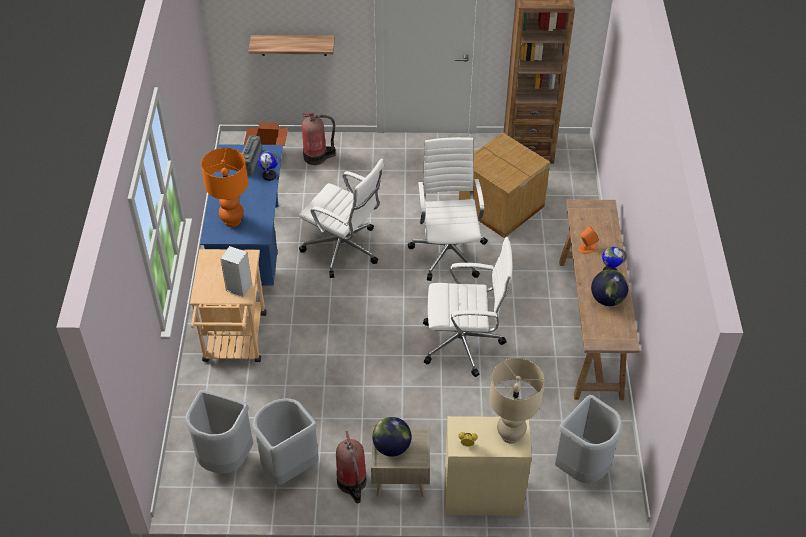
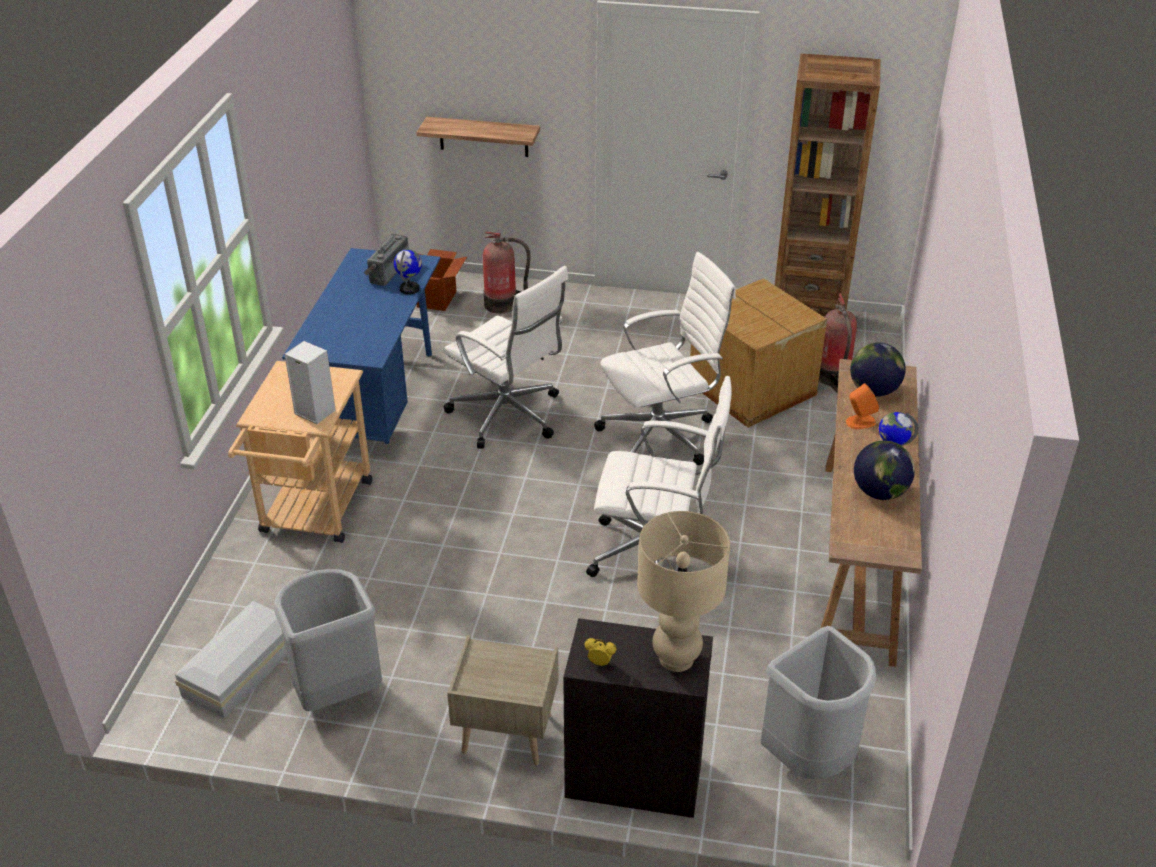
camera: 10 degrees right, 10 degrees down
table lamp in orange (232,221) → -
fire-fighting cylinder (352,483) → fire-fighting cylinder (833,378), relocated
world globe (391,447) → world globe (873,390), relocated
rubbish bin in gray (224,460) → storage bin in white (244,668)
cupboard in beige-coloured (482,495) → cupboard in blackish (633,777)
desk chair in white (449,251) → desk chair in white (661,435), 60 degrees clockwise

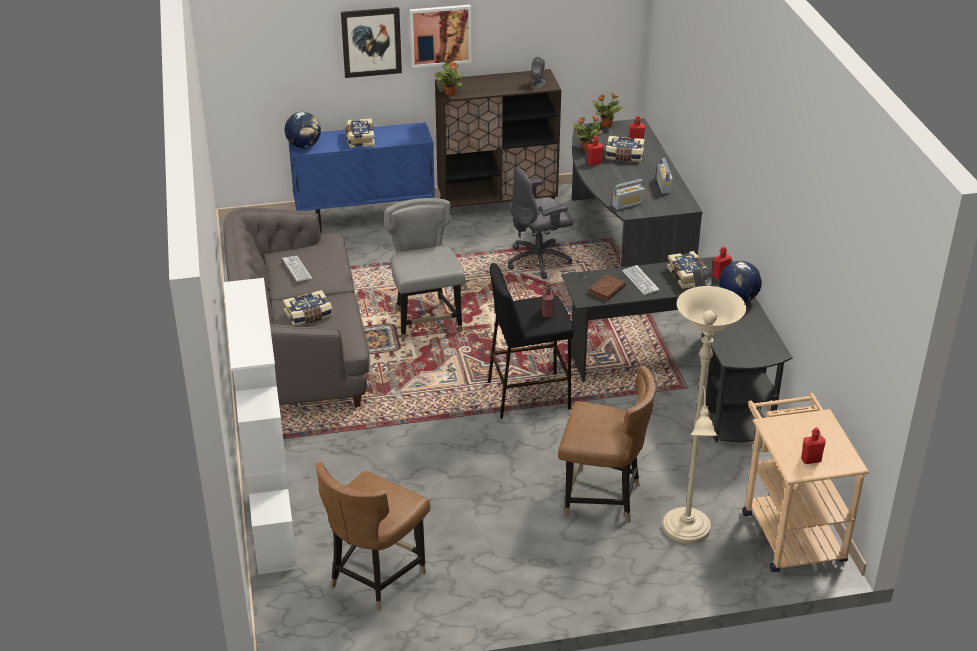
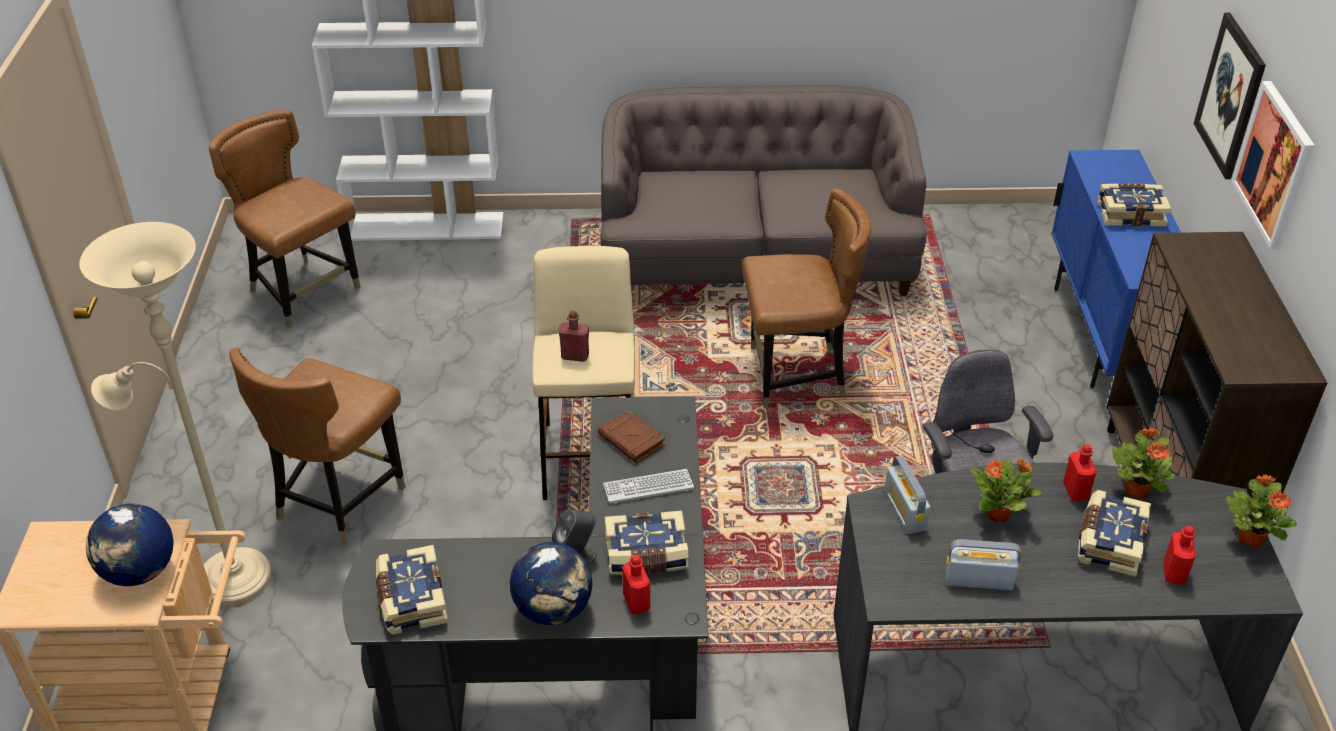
camera: 100 degrees right, 5 degrees up
computer keyboard (297,269) → -
speaker in gray (537,84) → -
beverage bottle in red (811,460) → -
book (308,315) → book (411,600), relocated
world globe (304,145) → world globe (139,572), relocated
houseplant (450,93) → houseplant (999,514), relocated
plain chair in gray (426,322) → plain chair in brownish (796,375)
stool in blackish (528,395) → stool in beige-coloured (589,458)

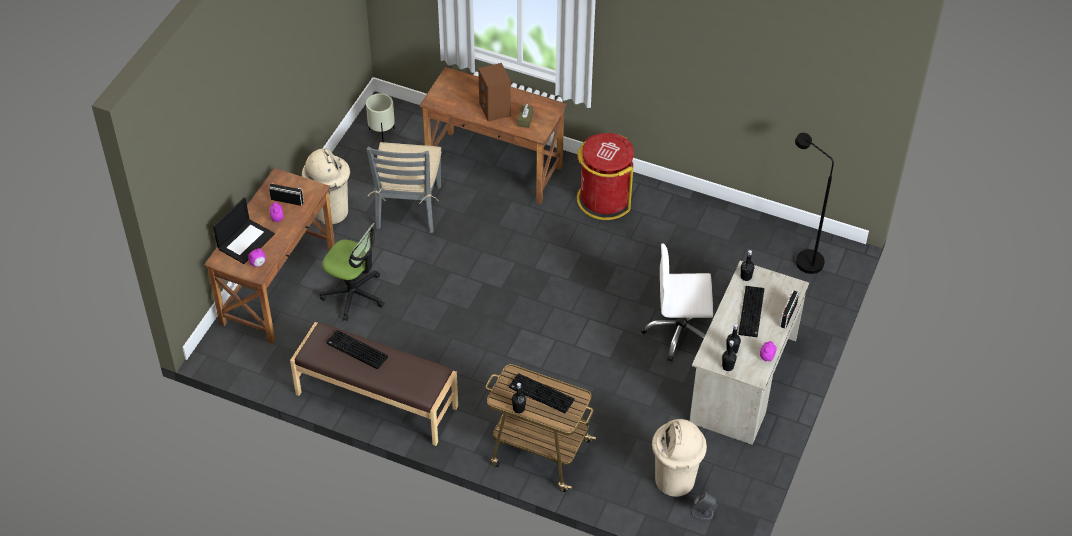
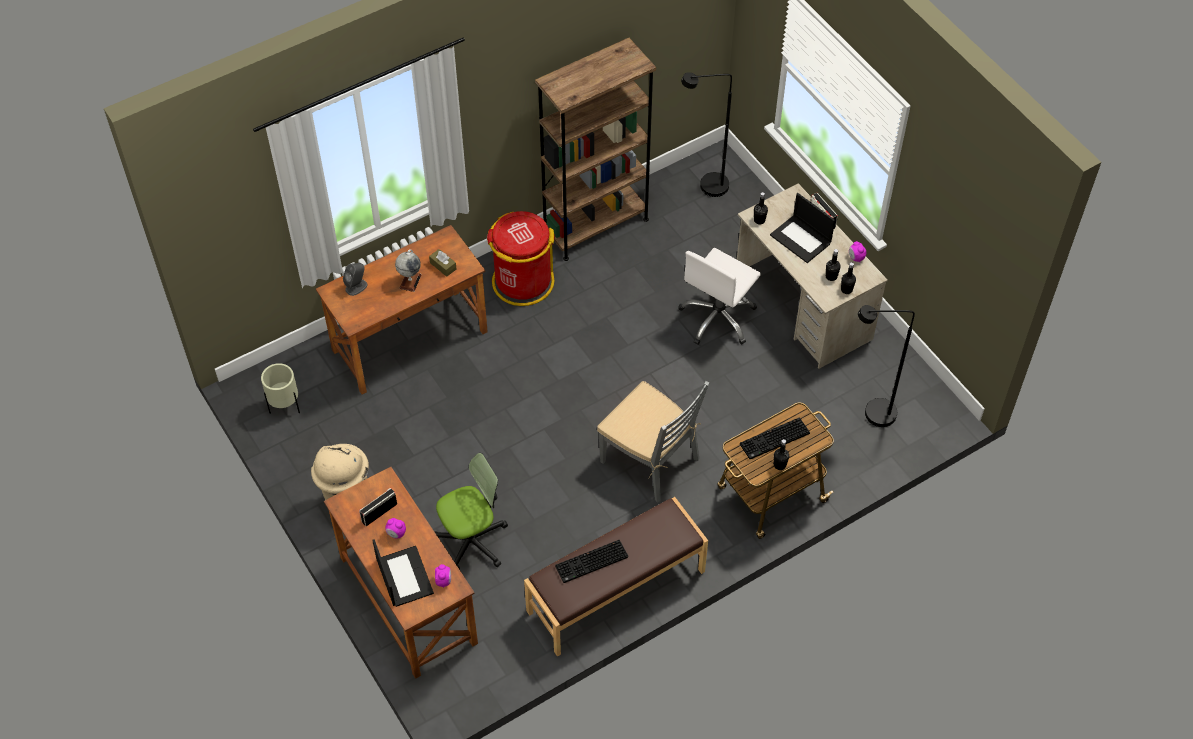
camera: 55 degrees left, 5 degrees up
- → bookshelf in brownish (595,226)
plain chair in gray (408,207) → plain chair in gray (650,460), relocated
speaker in gray (702,512) → speaker in gray (356,287), relocated
speaker in brownish (495,110) → world globe (410,281)
rubbish bin in beige-coloured (674,481) → floor lamp in blackish (871,415)
computer keyboard (752,312) → notebook computer (801,239)

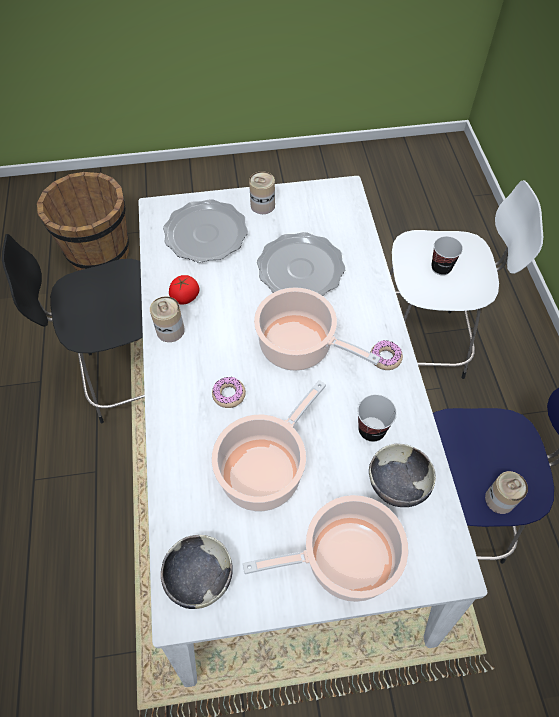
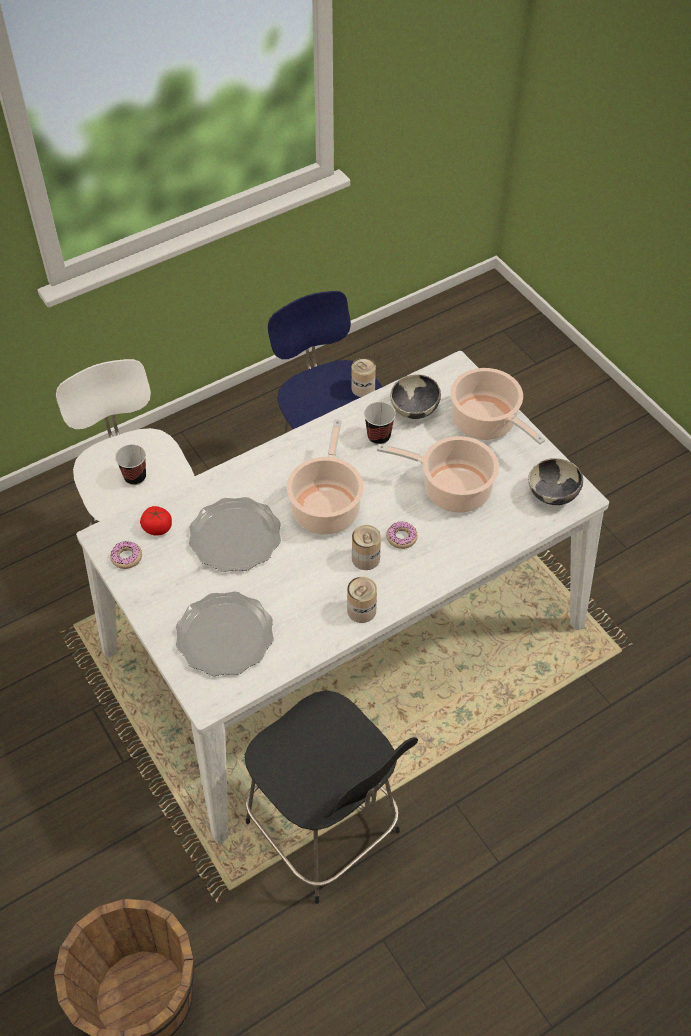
camera: 115 degrees left, 5 degrees down
fresh tomato (185,297) → fresh tomato (158,528), relocated
sealed can (262,205) → sealed can (365,558), relocated
ring doughnut (385,358) → ring doughnut (126,557), relocated

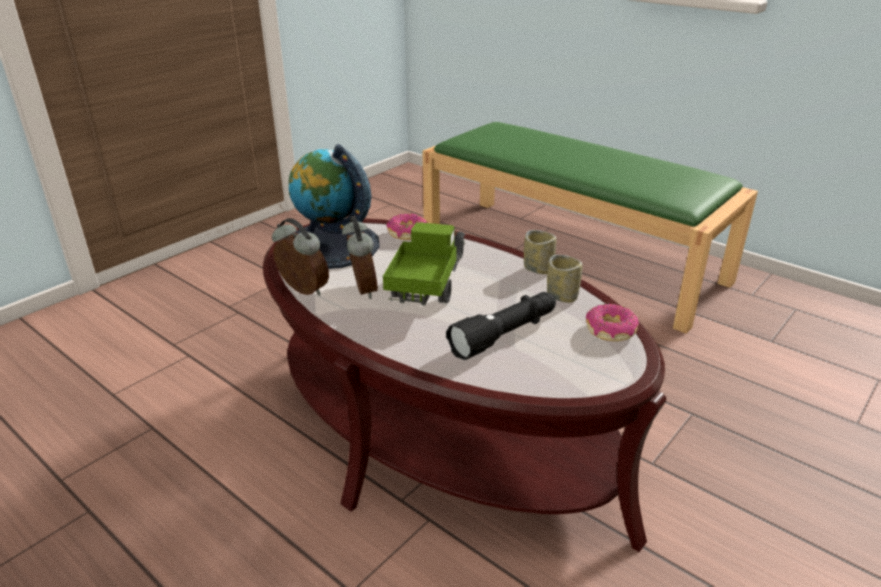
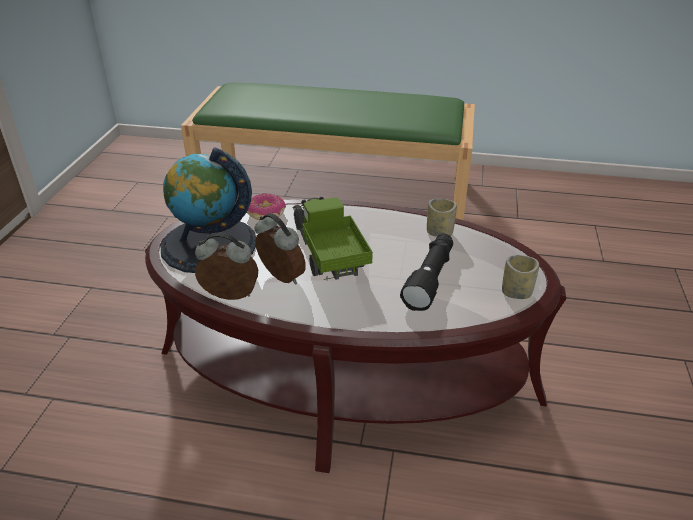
camera: 30 degrees left, 5 degrees up
ring doughnut (610,330) → -
cup (538,269) → cup (516,292), relocated

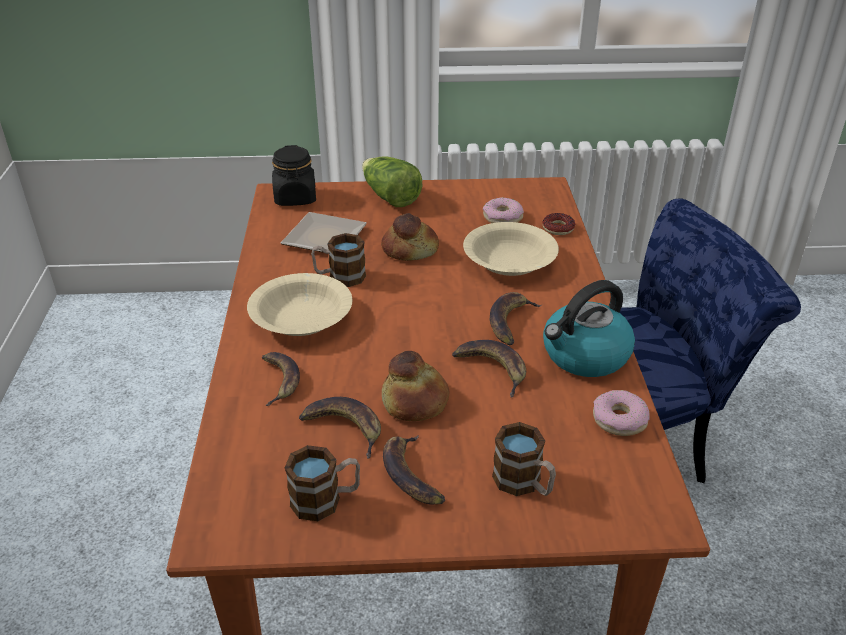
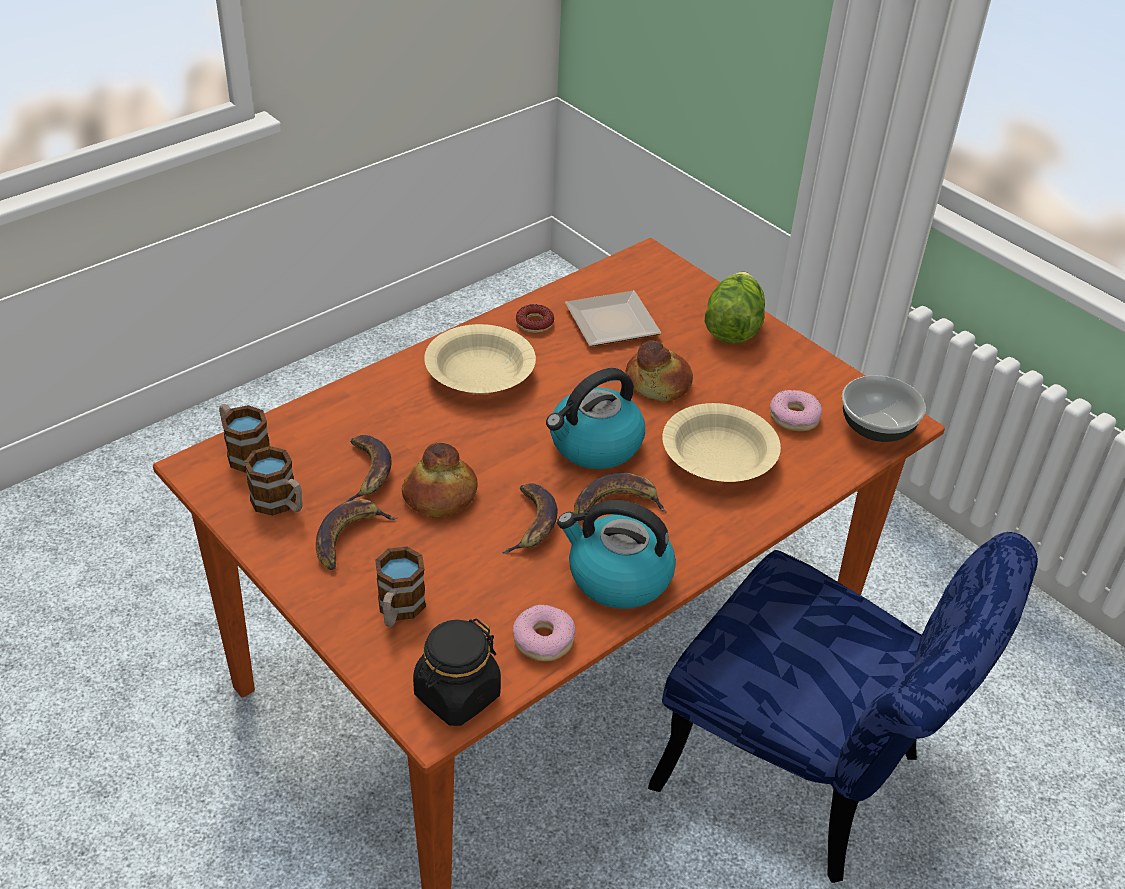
camera: 50 degrees right, 5 degrees up
whole banana (279,379) → -
- → kettle (594,445)
- → bowl (875,429)
jar in blackish (295,198) → jar in blackish (457,695), relocated
tea mug (340,277) → tea mug (244,452), relocated
ring doughnut (558,228) → ring doughnut (534,323), relocated

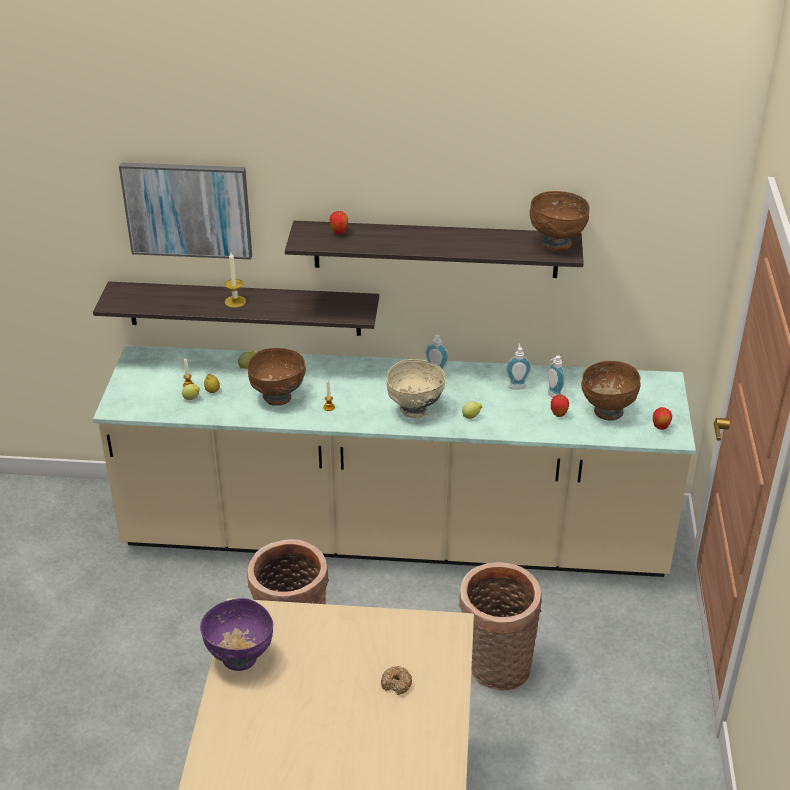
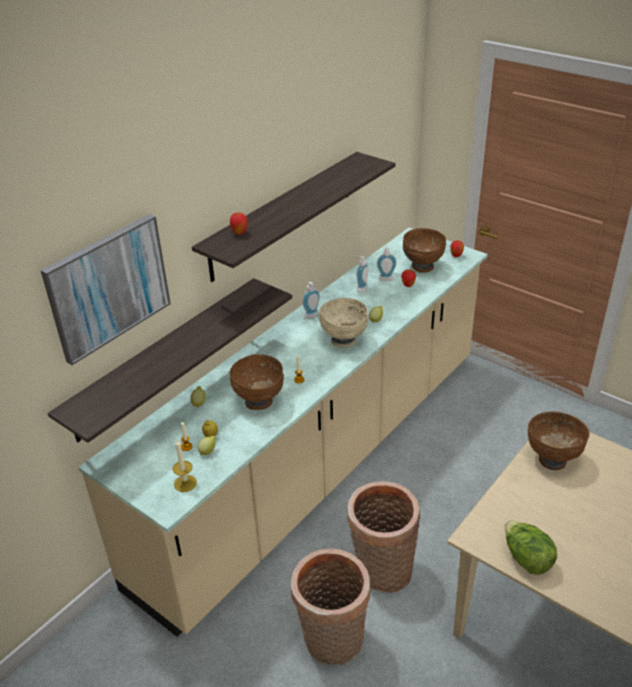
camera: 55 degrees left, 0 degrees up
ring doughnut (396,684) → -
candle (235,301) → candle (185,483), relocated
basket (495,667) → basket (332,643), relocated
bowl in brownish (556,244) → bowl in brownish (552,459), relocated
bowl in purple-coloured (240,658) → lettuce head (526,559)

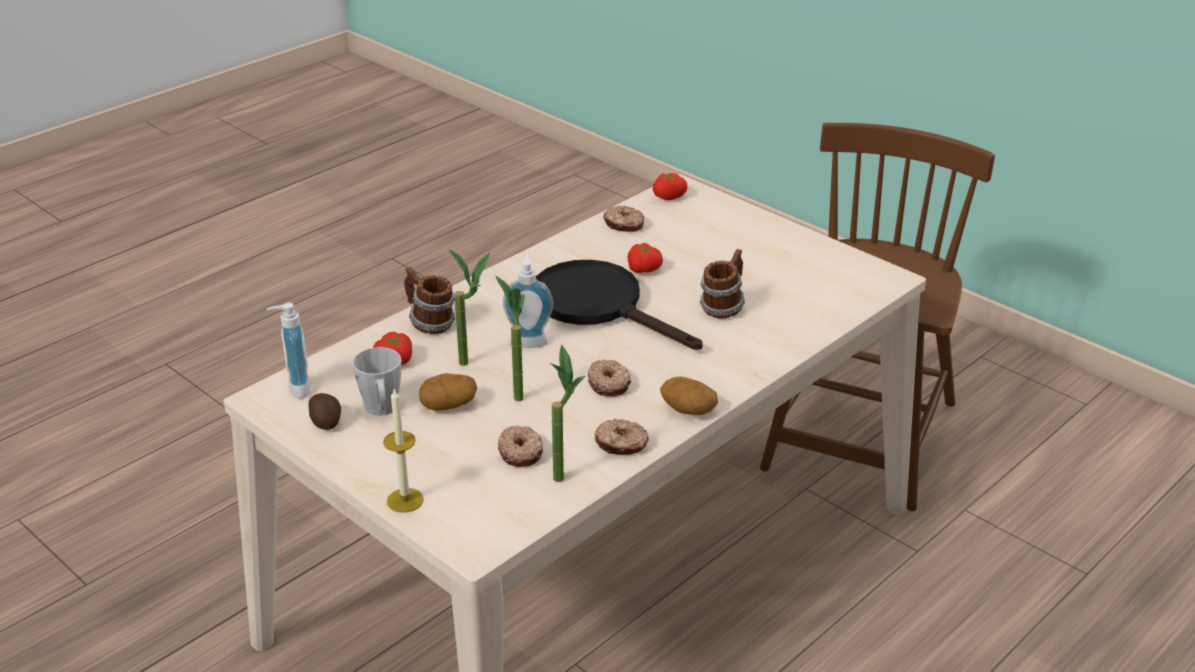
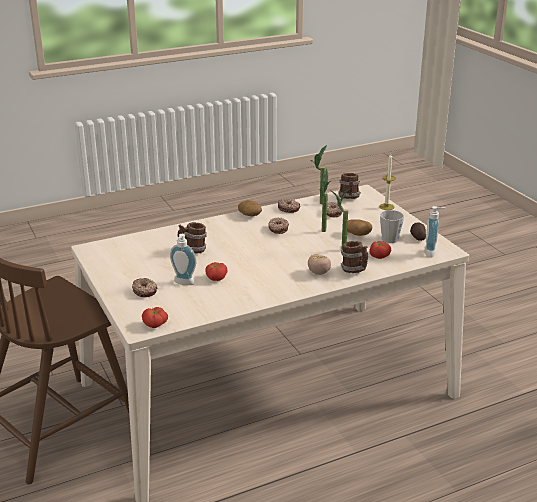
camera: 160 degrees left, 5 degrees down
pan in blackish (599,305) → -
- → fresh tomato (318,273)
- → tea mug (349,198)
liquid soap bottle (529,340) → liquid soap bottle (183,283), relocated
ring doughnut (624,225) → ring doughnut (145,291), relocated

